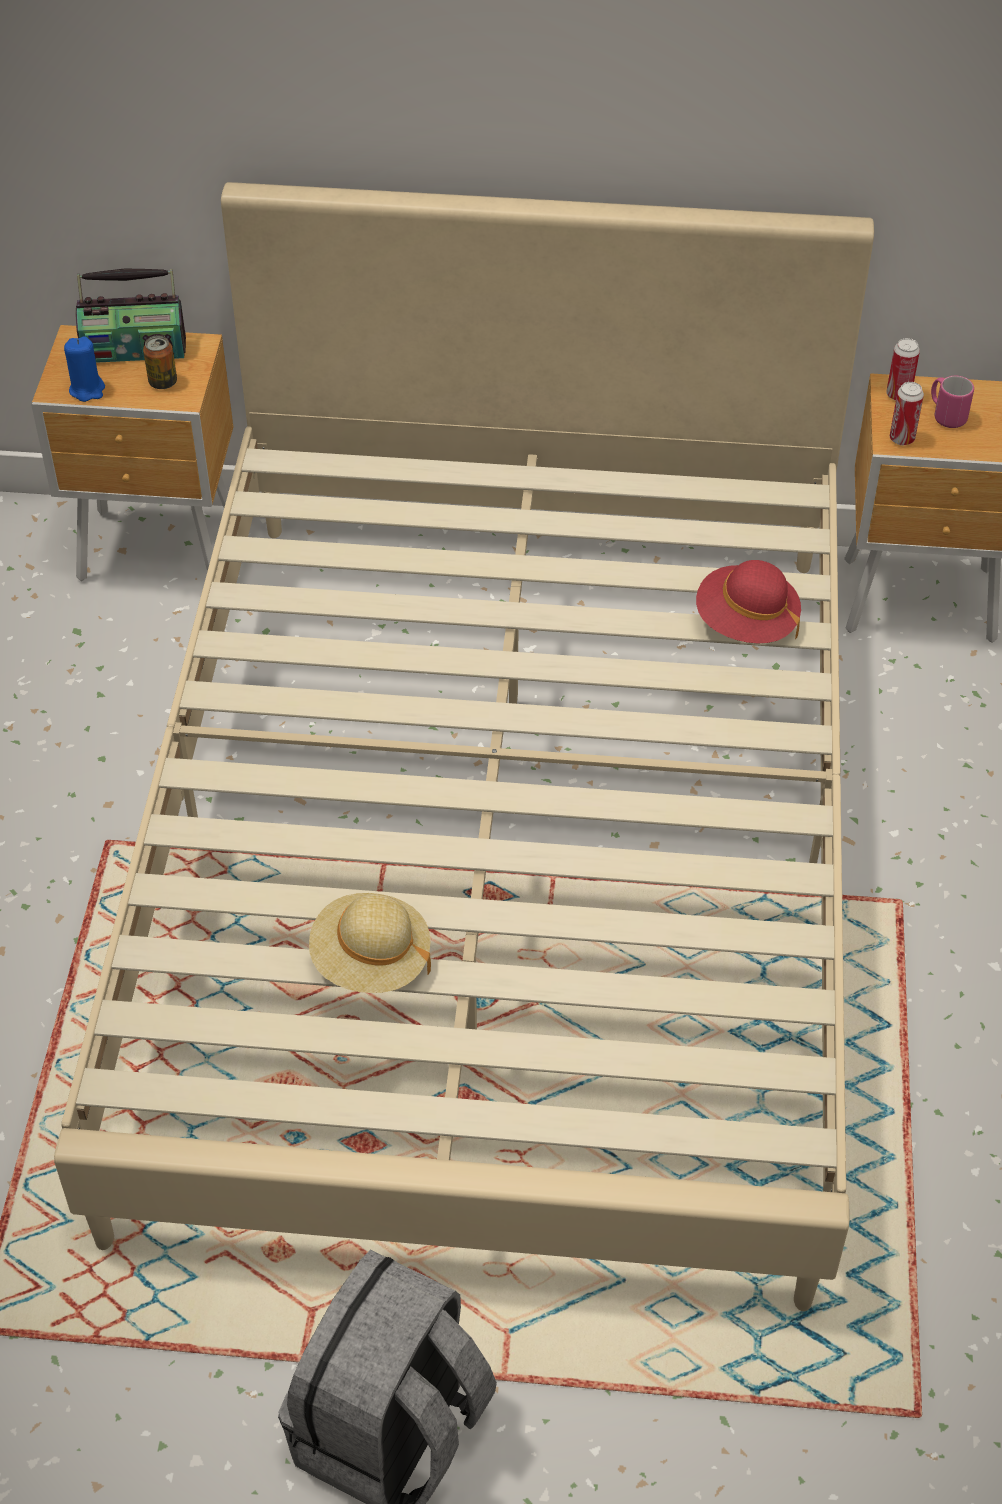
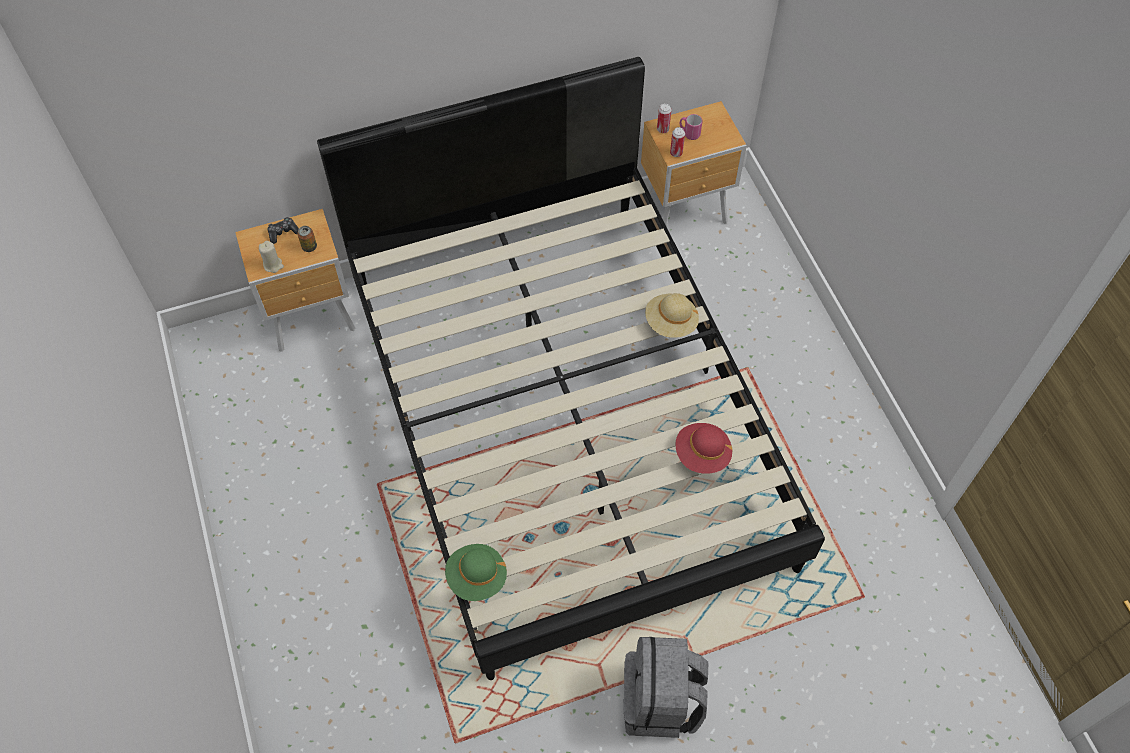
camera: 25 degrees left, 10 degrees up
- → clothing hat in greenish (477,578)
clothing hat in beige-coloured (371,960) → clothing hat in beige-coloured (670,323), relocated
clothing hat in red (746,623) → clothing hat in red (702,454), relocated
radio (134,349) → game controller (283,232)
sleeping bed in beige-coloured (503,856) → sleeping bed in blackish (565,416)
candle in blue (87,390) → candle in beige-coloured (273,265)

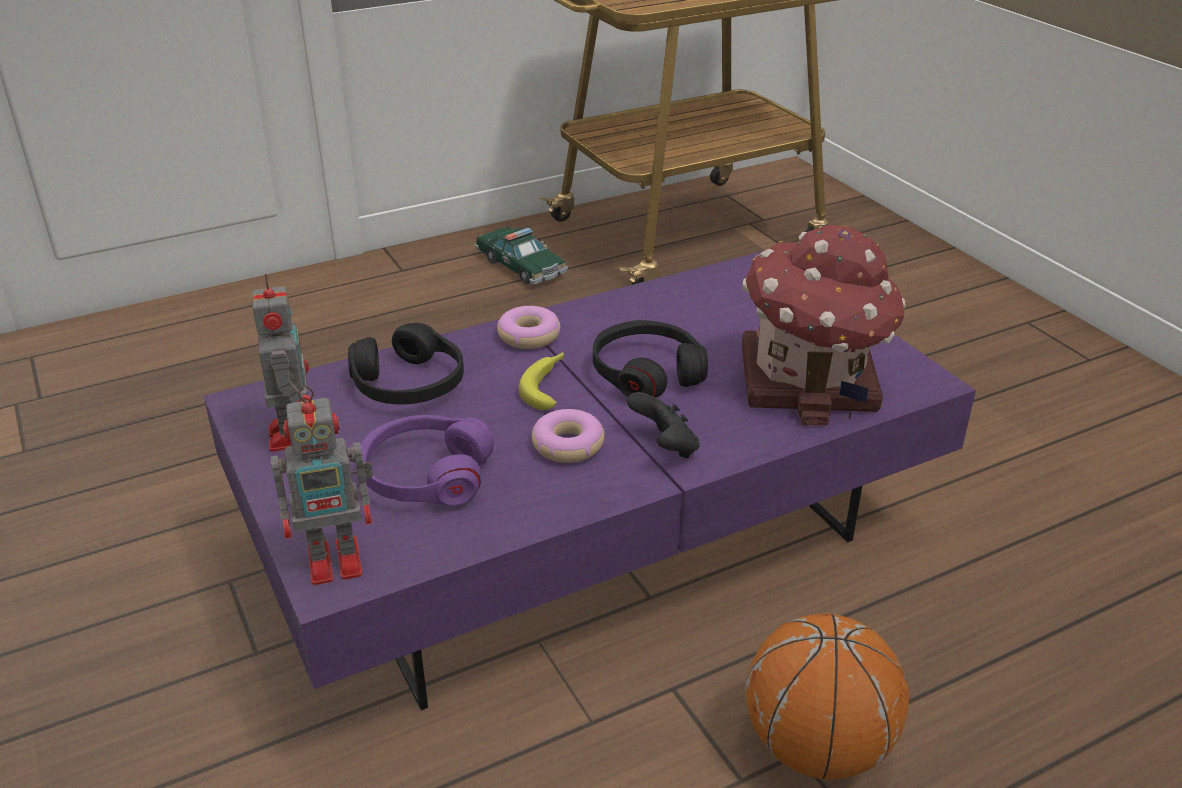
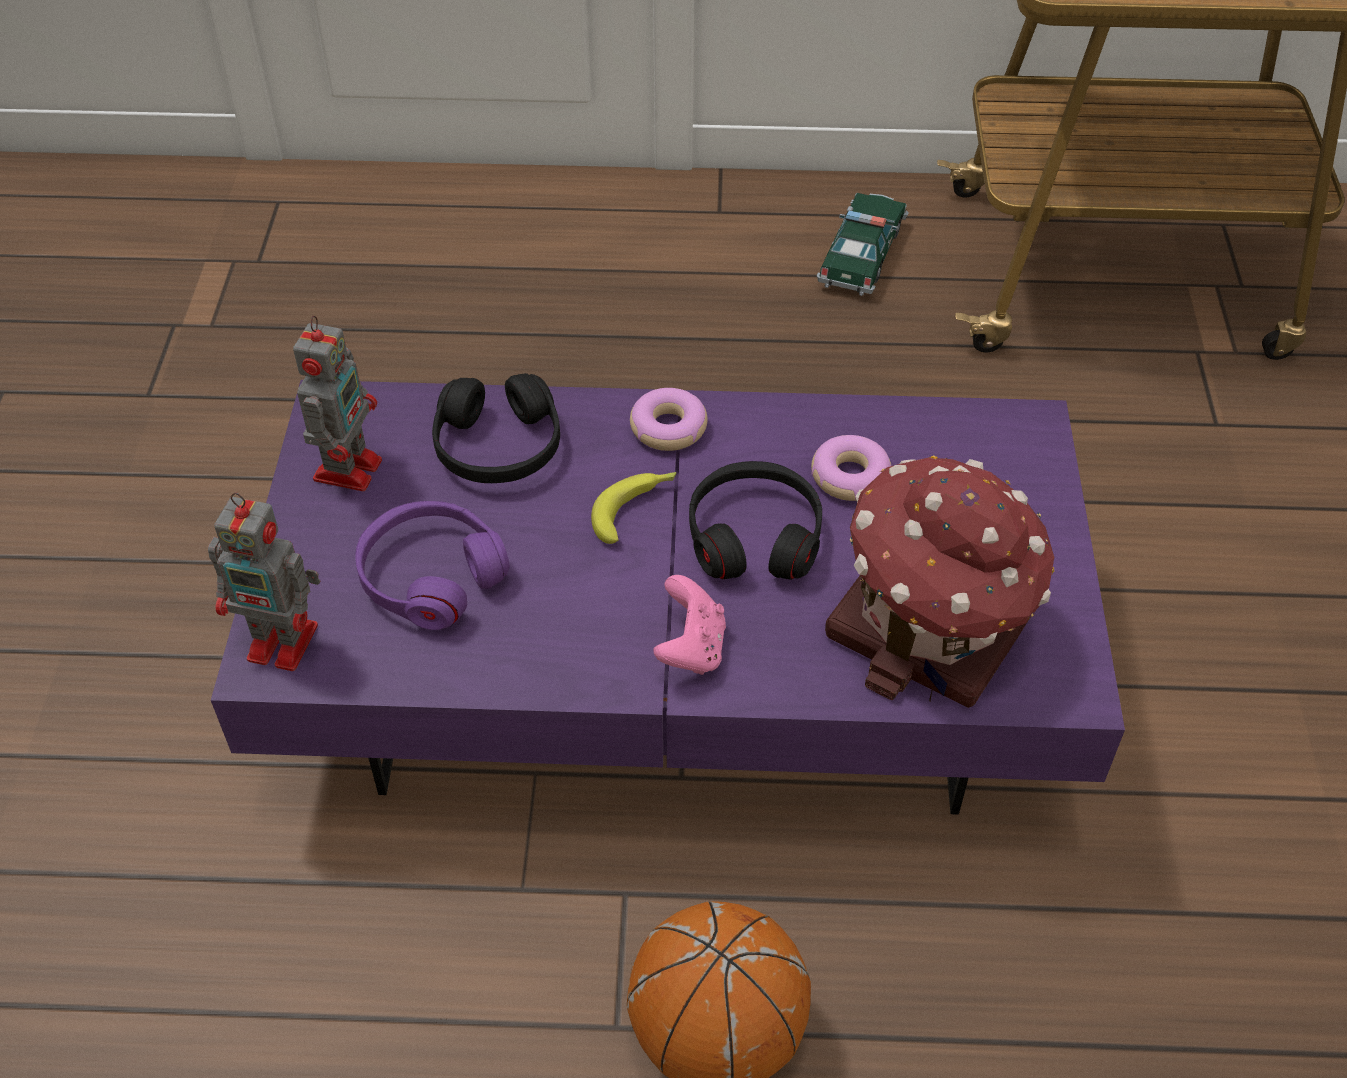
camera: 30 degrees right, 15 degrees up
ring doughnut (568,445) → ring doughnut (849,477), relocated
game controller in blackish (665,447) → game controller in pinkish (691,648)
toy car (521,266) → toy car (862,255), 150 degrees counterclockwise

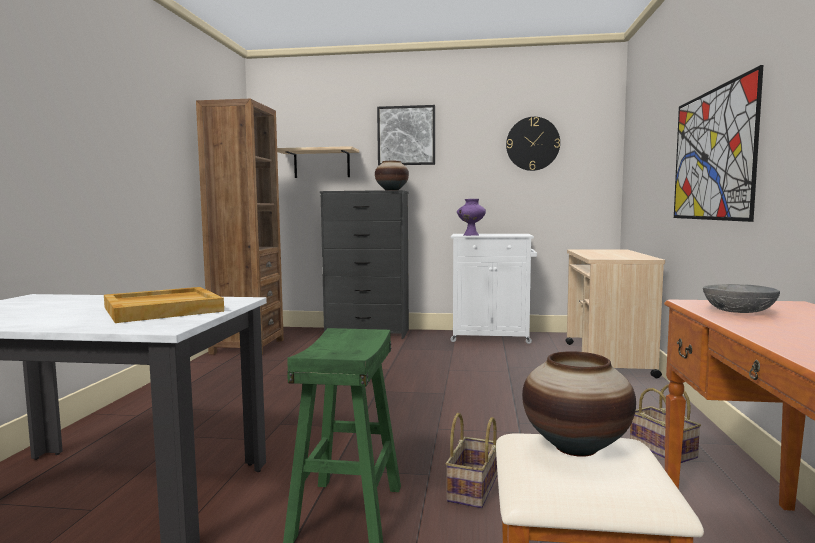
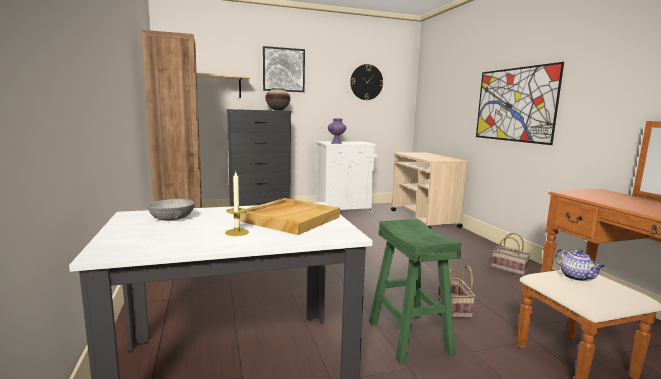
camera: 25 degrees left, 5 degrees up
- → candle (237,232)
bowl in gray (739,311) → bowl in gray (172,219), relocated
vase (576,448) → pot for tea (576,277)

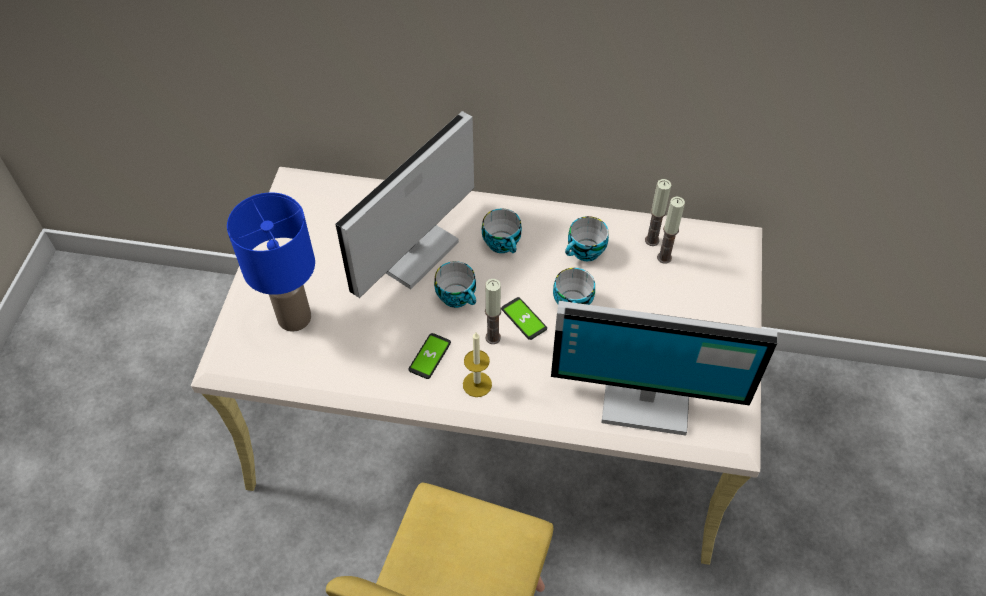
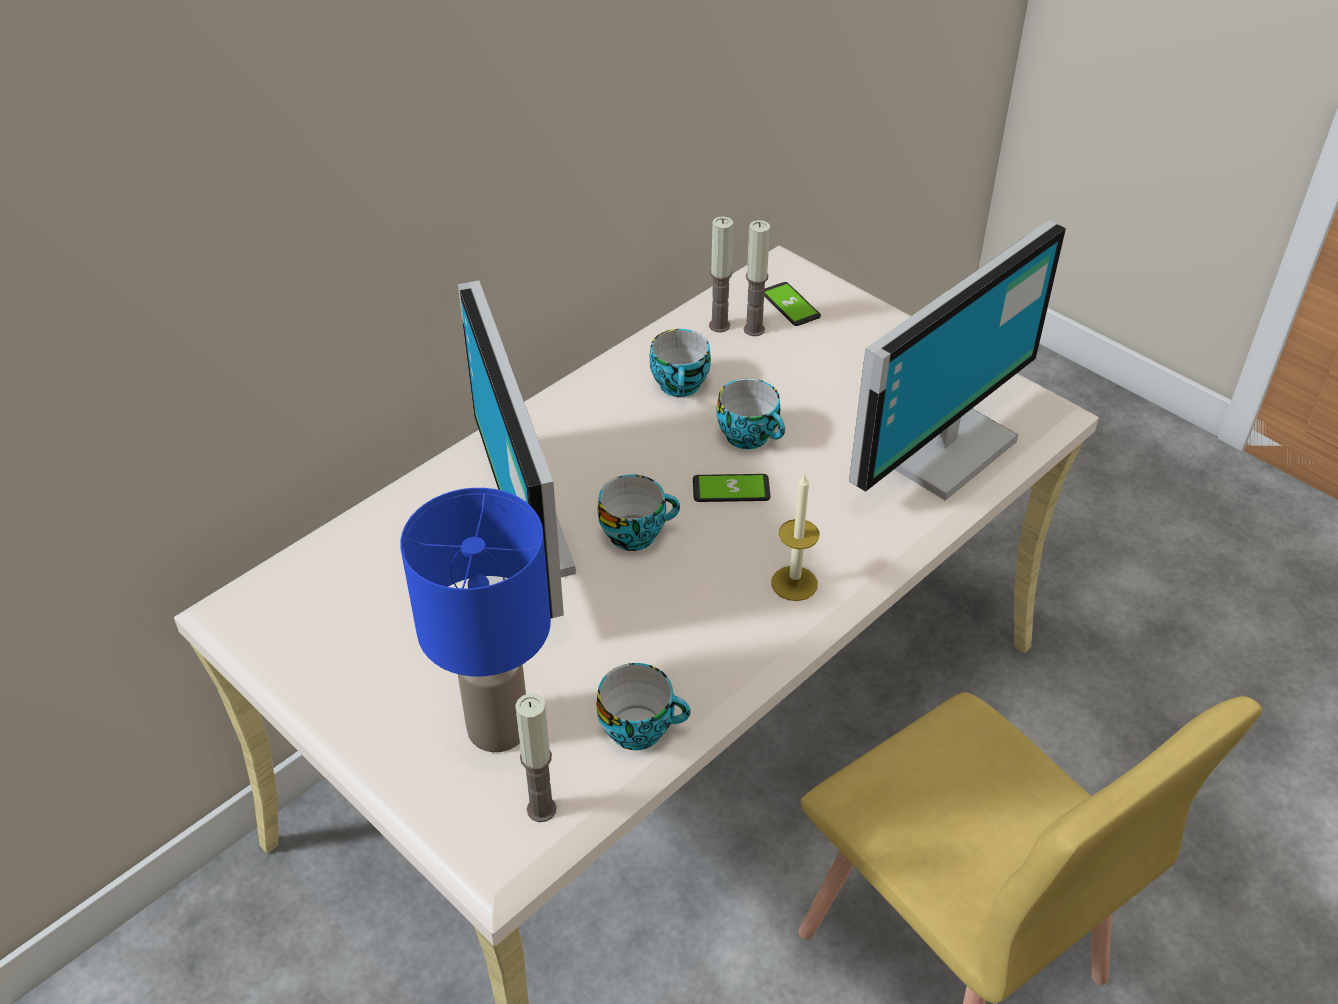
camera: 55 degrees left, 10 degrees down
telephone (430,356) → telephone (790,305), relocated
cup (503,244) → cup (640,727), relocated
candle (493,337) → candle (541,809), relocated

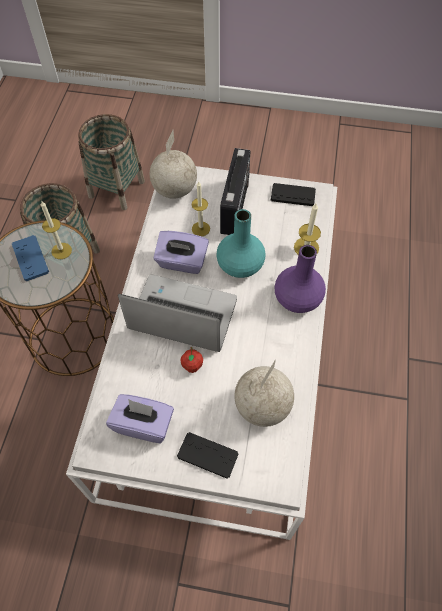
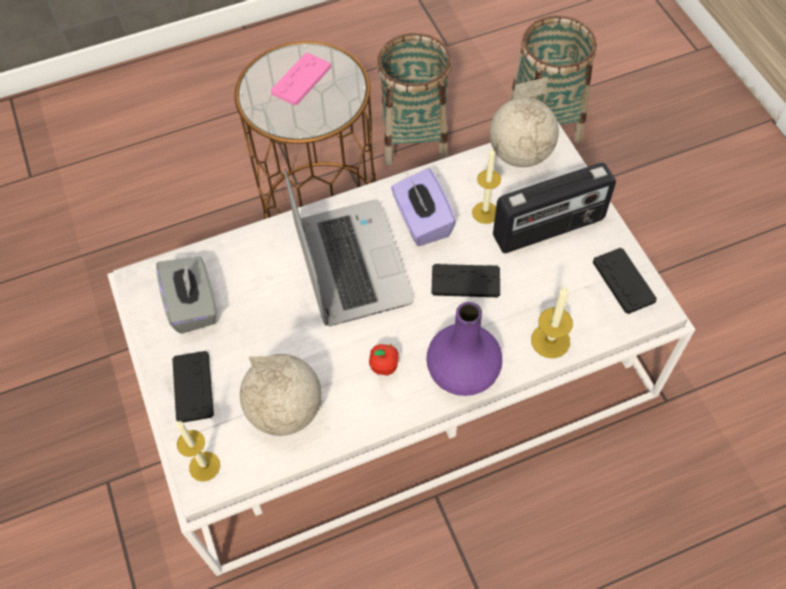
camera: 60 degrees right, 0 degrees up
candle (61,251) → candle (204,466), relocated
whole apple (192,366) → whole apple (384,367), relocated
vase in blue-green (240,264) → game controller in blackish (465,281)
game controller in blue (30,258) → game controller in pinkish (301,80)
tissue holder in purple-coloured (143,424) → tissue holder in gray (193,305)

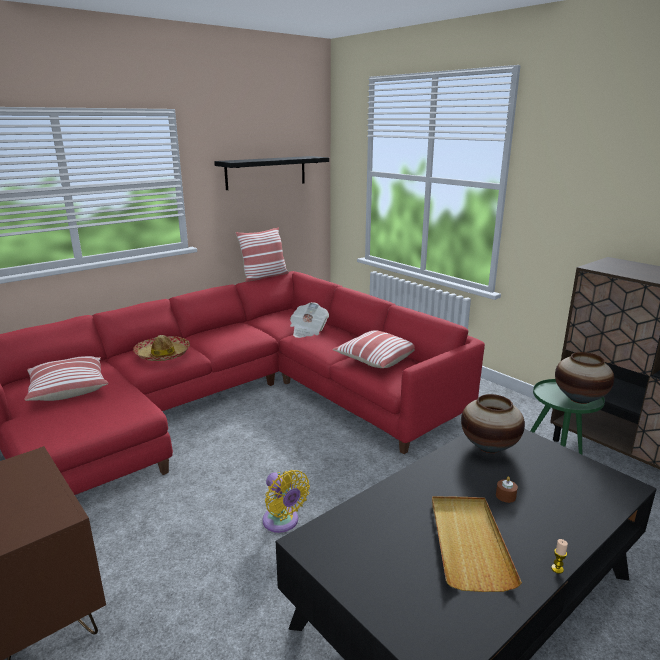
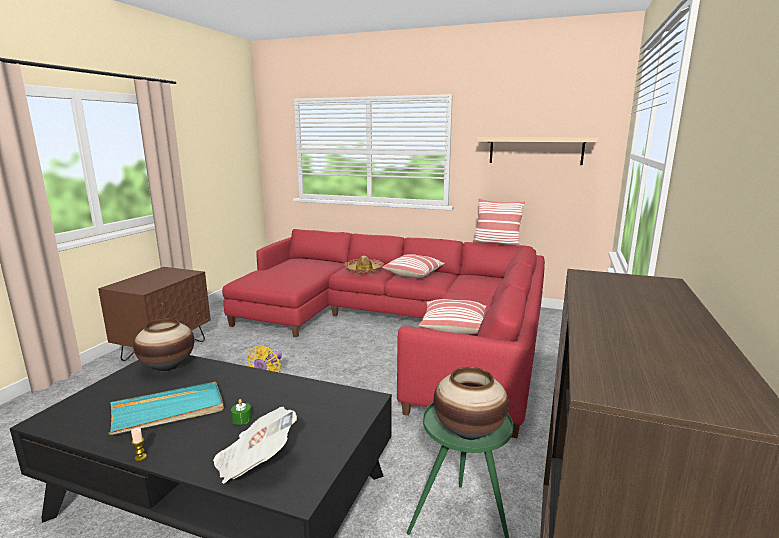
camera: 60 degrees right, 5 degrees down
pillow (68,389) → pillow (414,274), relocated
daily paper (308,331) → daily paper (255,461), relocated
vase (489,446) → vase (168,366), relocated
bracket shelf in blackish (266,172) → bracket shelf in beige-coloured (535,150)
serving tray in beige-coloured (468,543) → serving tray in blue-green (168,411)
candle in brownish (505,496) → candle in greenish (242,419)

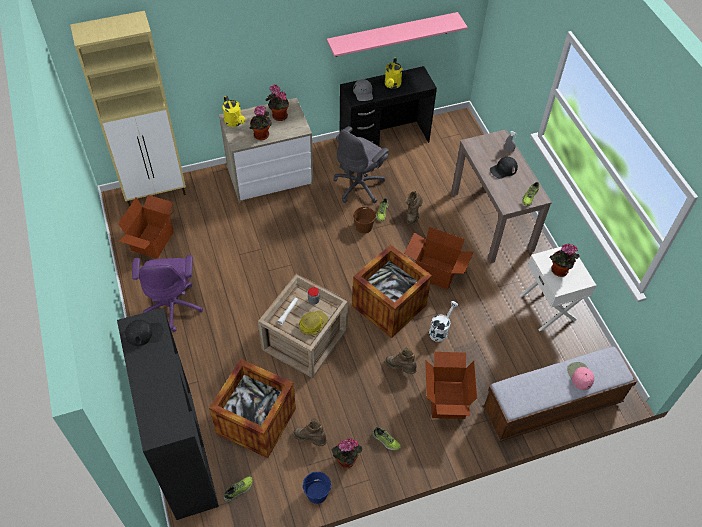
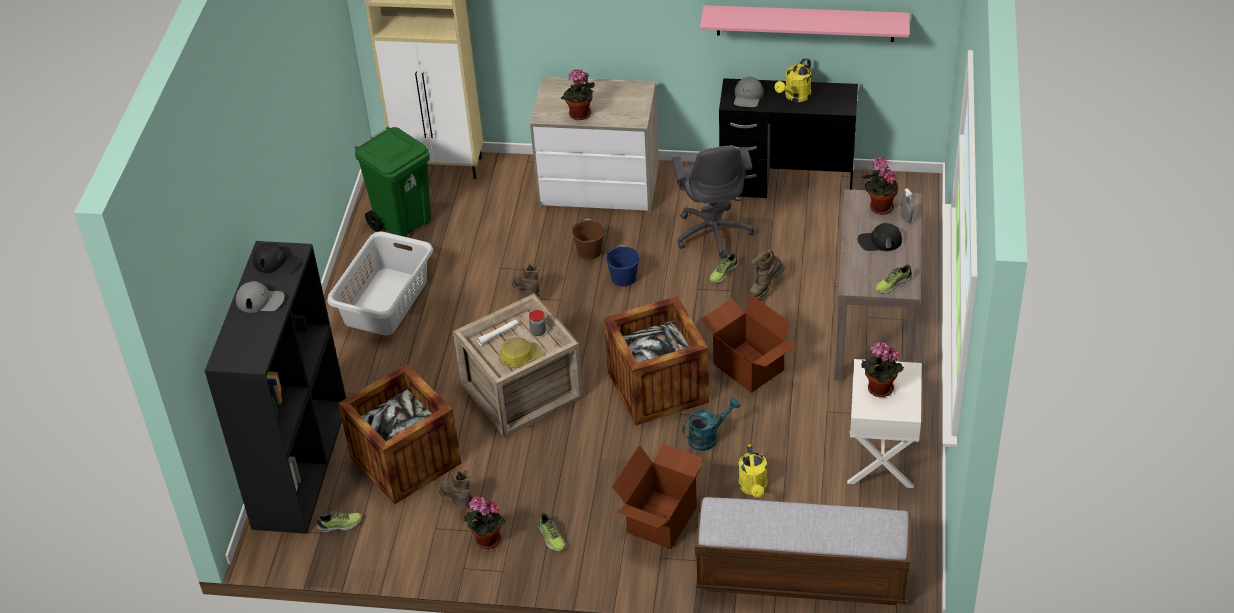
camera: 30 degrees right, 10 degrees down
cap in pinkish (579,375) → -
- → cap in gray (260,300)
watering can in yellow-coloured (235,122) → watering can in yellow-coloured (754,488), relocated
houseplant (278,116) → houseplant (879,207), relocated
water bucket in blue (317,493) → water bucket in blue (624,277), relocated
water bucket in brownish (364,226) → water bucket in brownish (590,251), relocated
boot in brownish (400,368) → boot in brownish (528,294), relocated
packing box (153,241) → rubbish bin in greenish (403,222)
desk chair in purple-coloured (174,305) → hamper in gray (385,302)
watering can in white (440,330) → watering can in blue-green (708,437)
desk chair in gray (360,186) → desk chair in gray (713,232), 75 degrees counterclockwise

